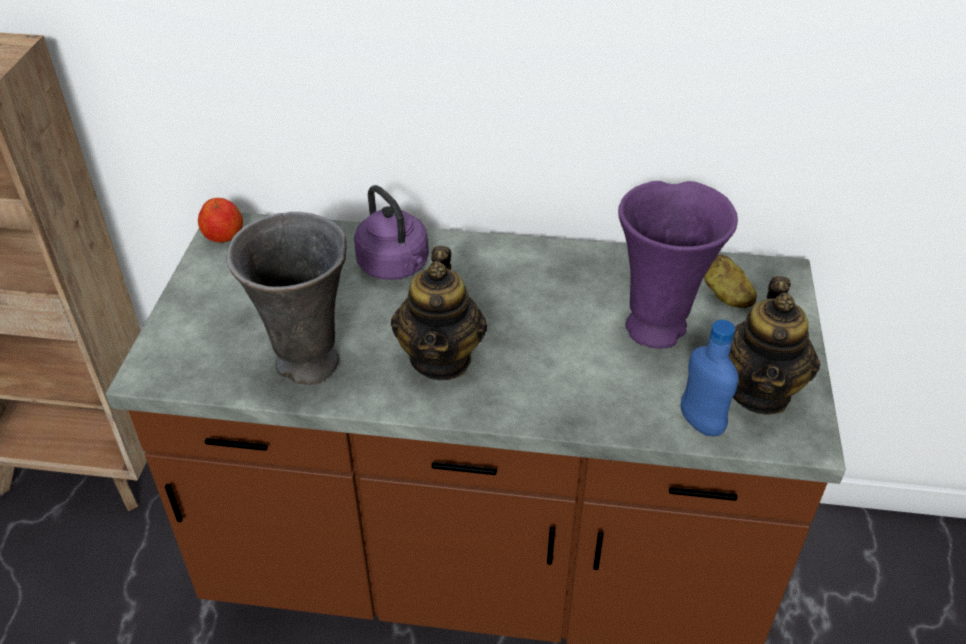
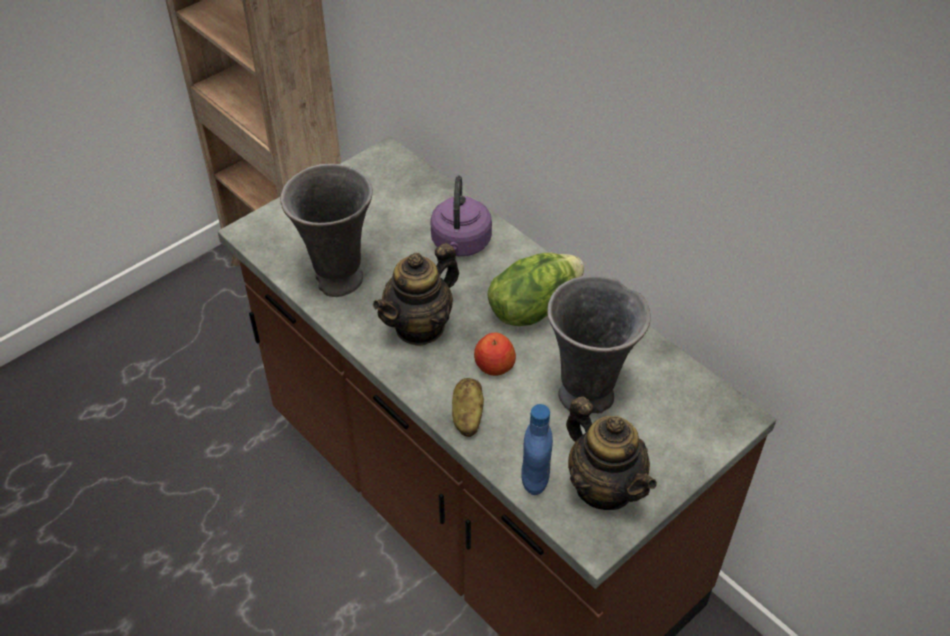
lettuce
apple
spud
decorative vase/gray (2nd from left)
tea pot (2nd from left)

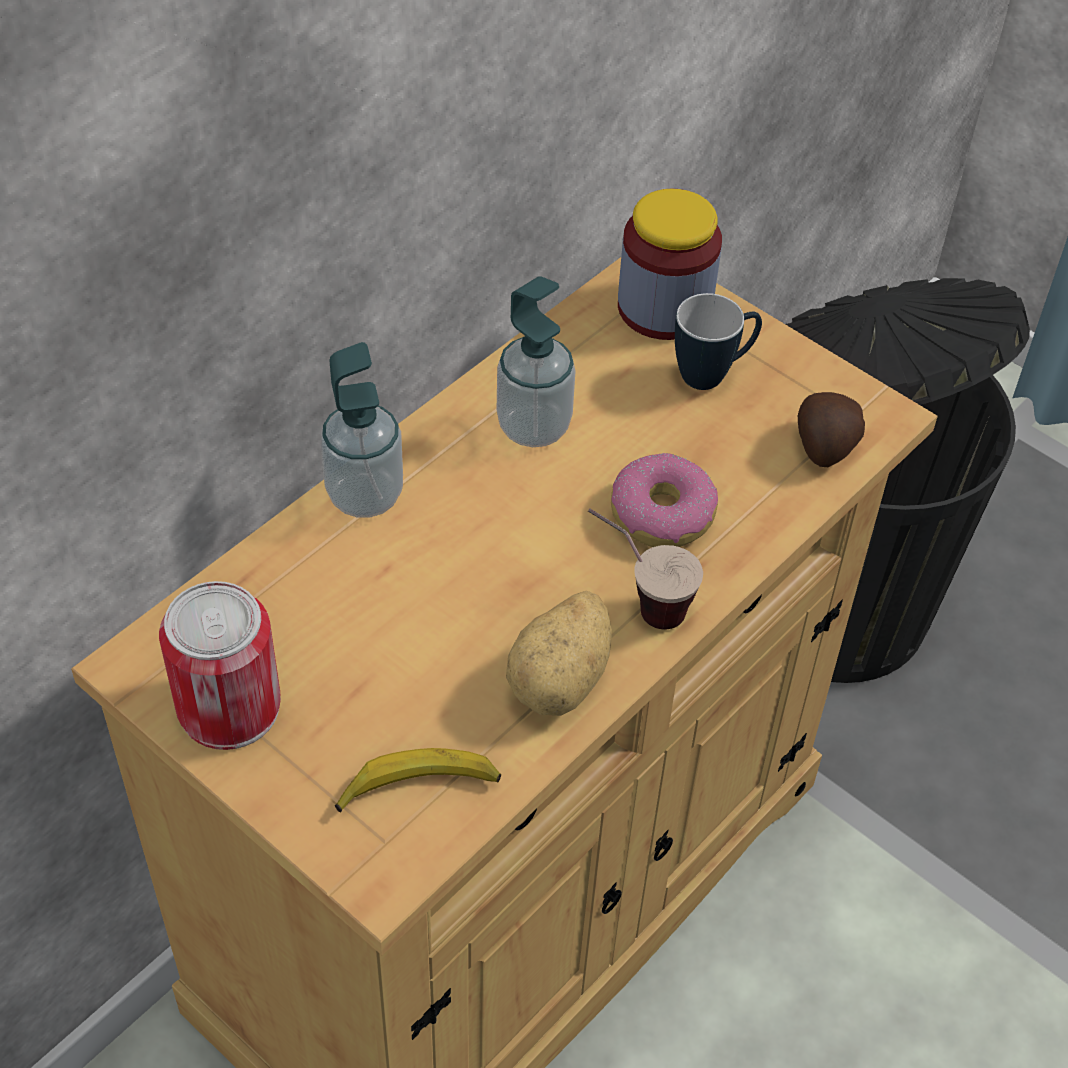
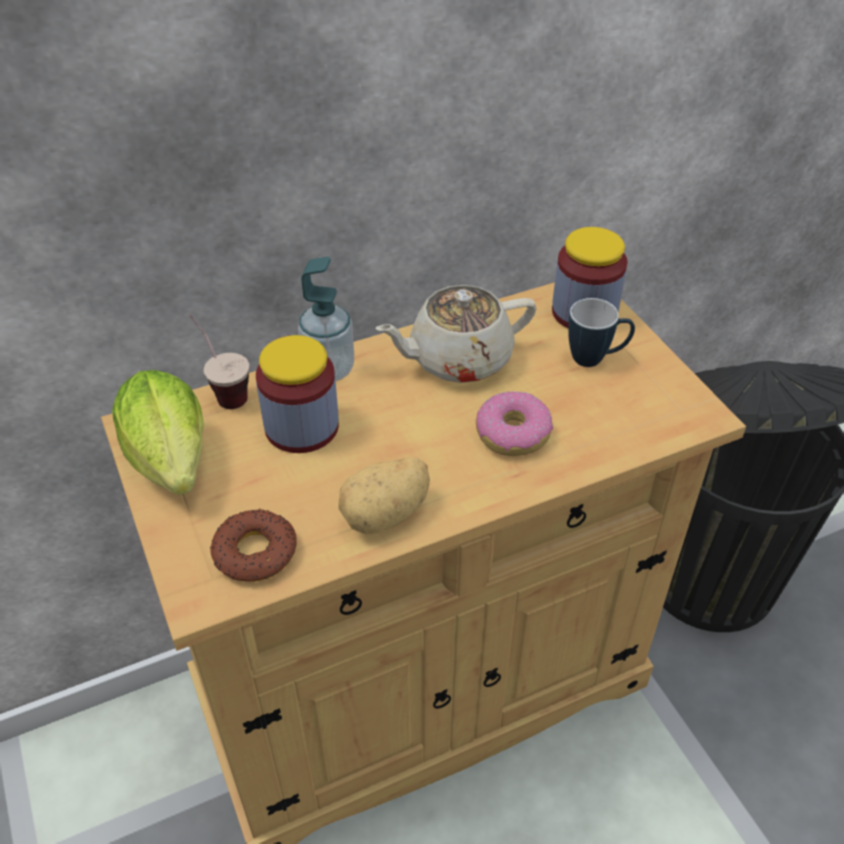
spud (2nd from left in the first image)
preserve jar (1st from left)
small cup
lettuce
doughnut (1st from left)
tea pot/beige

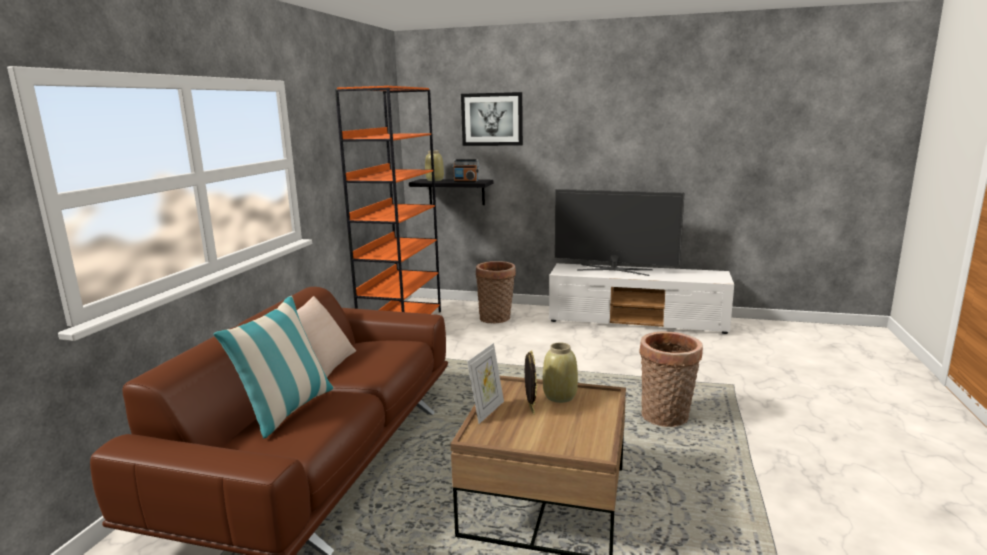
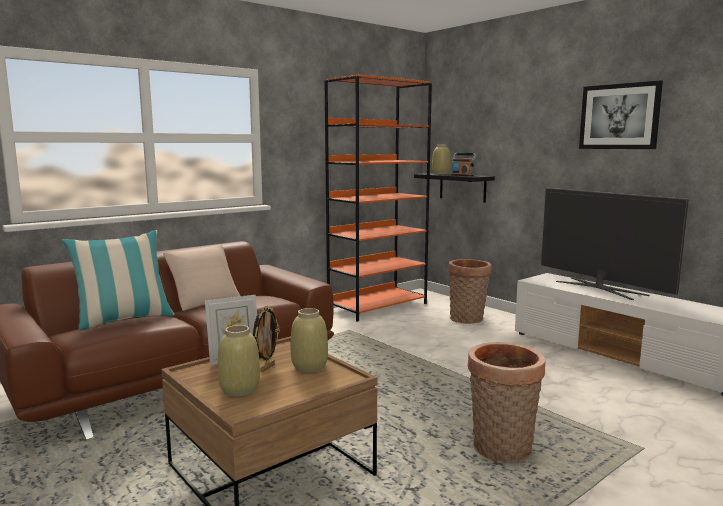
decorative vase/beige (1st from left)
wall art

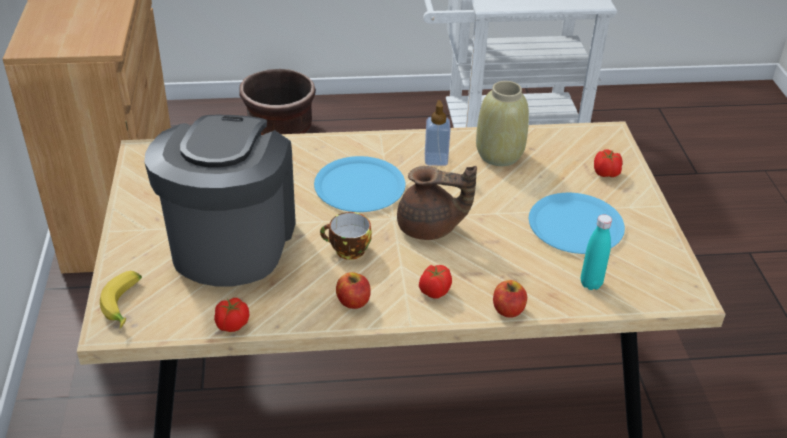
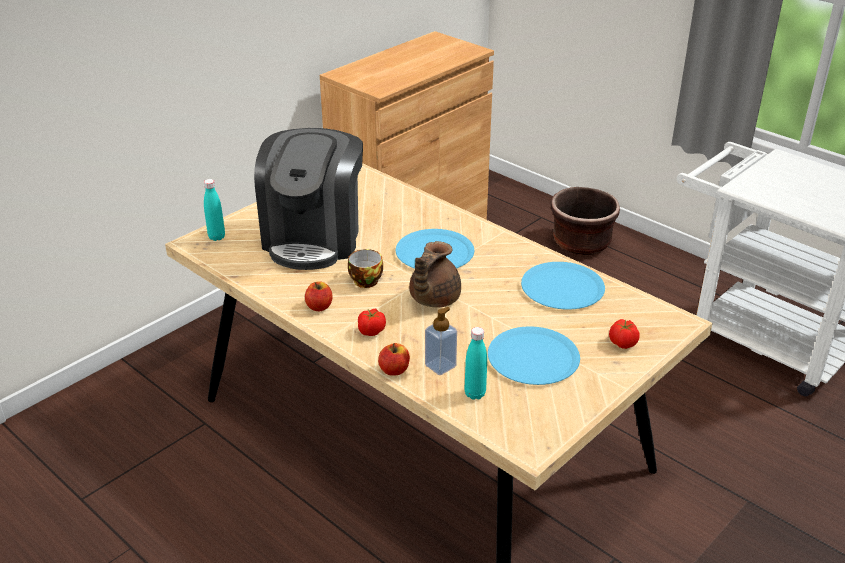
tomato (1st from left in the first image)
soap bottle
beverage bottle/turquoise (1st from left)
dinner plate/bluish (3rd from left)
coffee brewer
tea pot/brownish

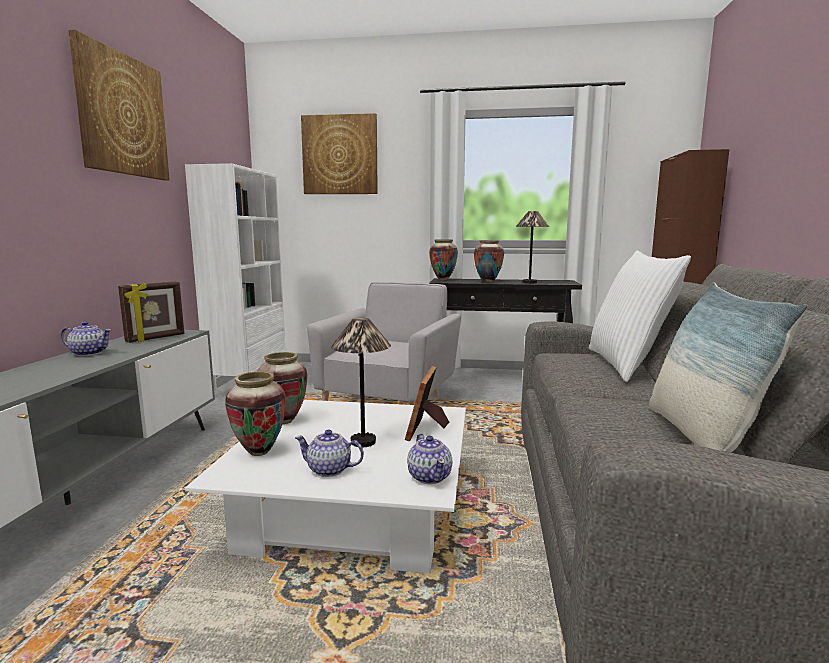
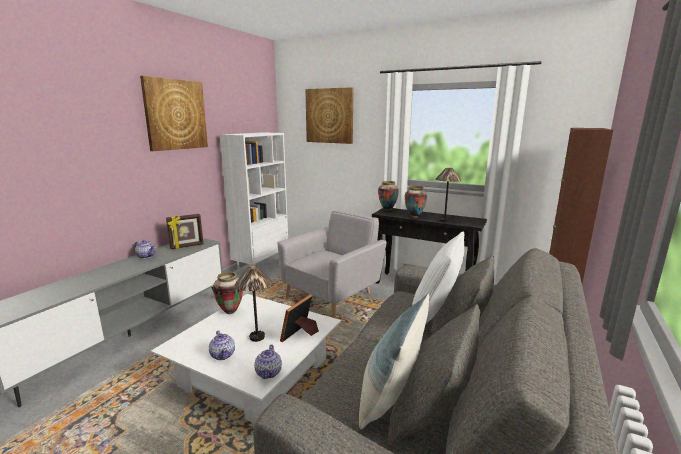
decorative vase (1st from left in the first image)
tea pot (2nd from left)

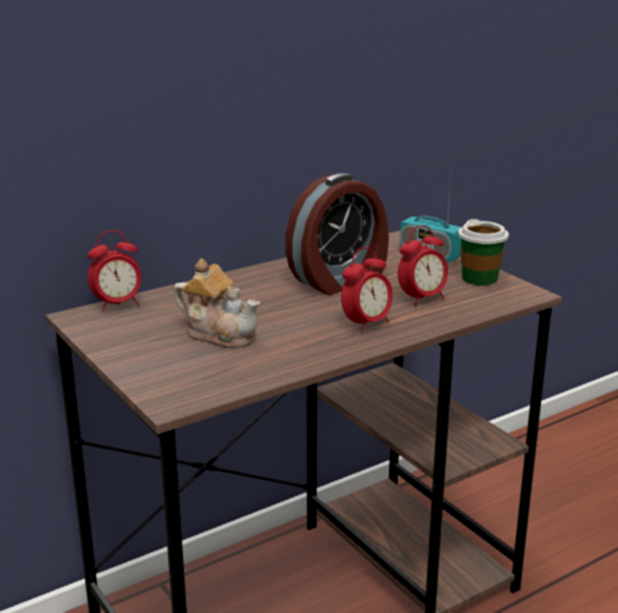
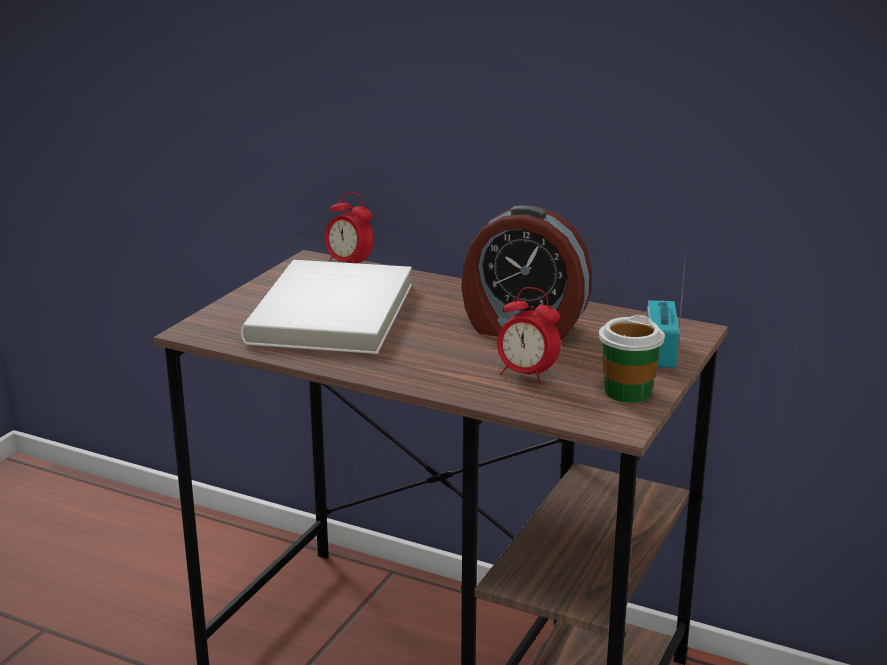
table clock (3rd from left in the first image)
volume/white-coloured

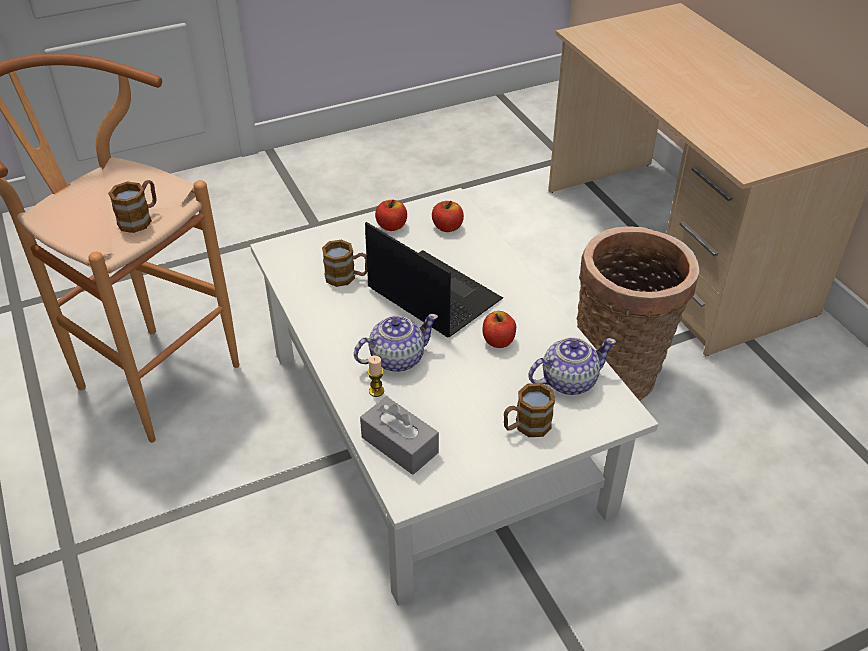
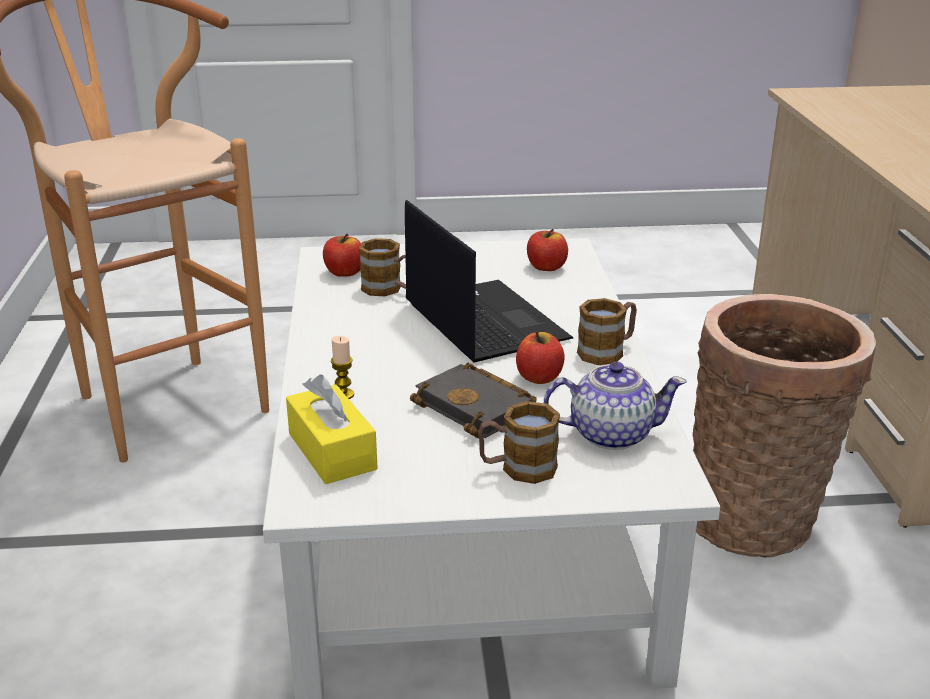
tea pot (1st from left in the first image)
volume/blackish
tea mug (3rd from left)
apple (1st from left)
tissue holder/yellow-coloured

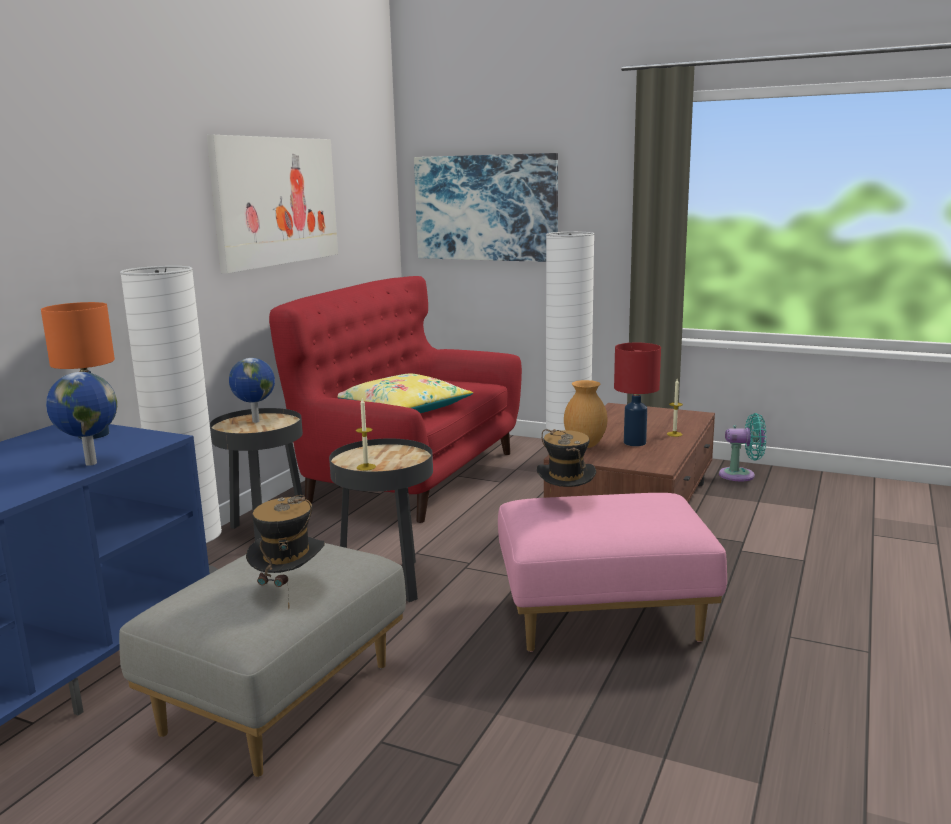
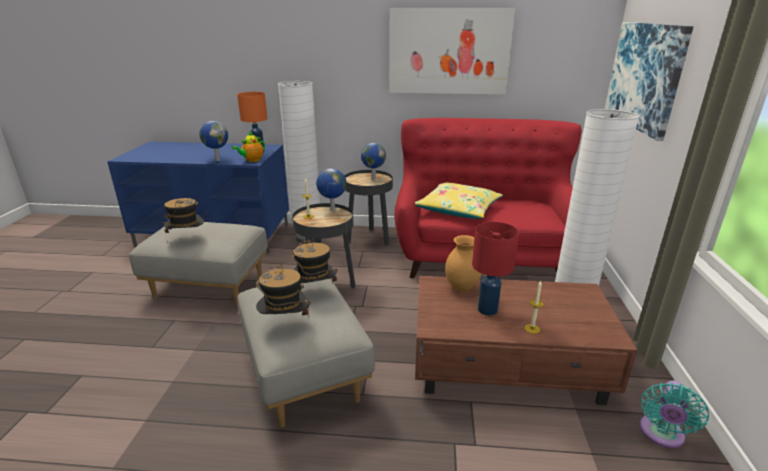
tea pot
hat (2nd from left)
world globe (2nd from left)
footrest/gray (2nd from left)
electric fan/turquoise

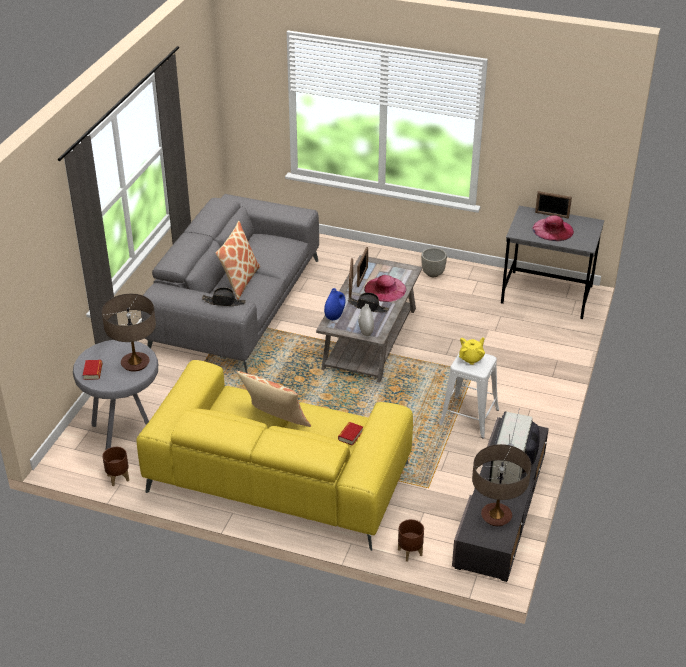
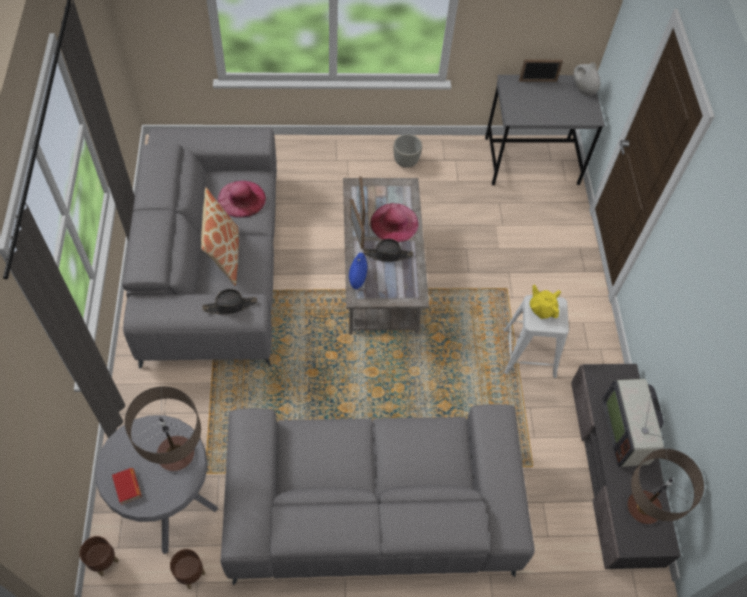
pillow (2nd from left in the first image)
volume (2nd from left in the first image)
decorative vase/white-coloured
planter/brownish (1st from left)
hat/pinkish (1st from left)
settee/gray (2nd from left)
tea pot/yellow-coloured

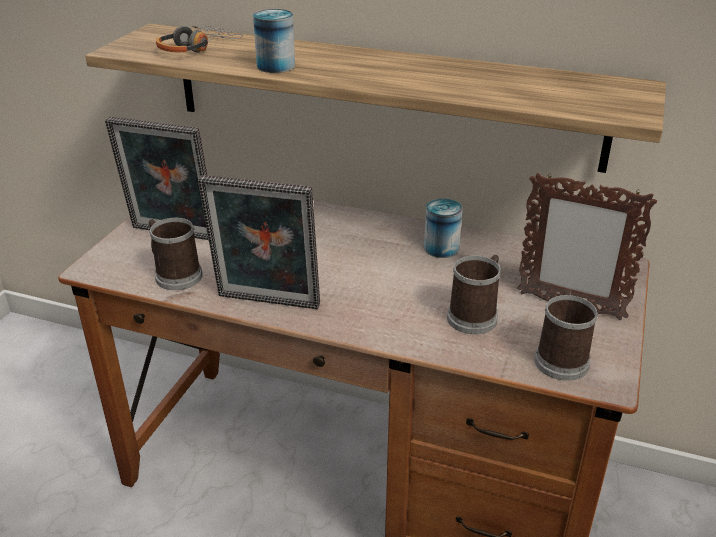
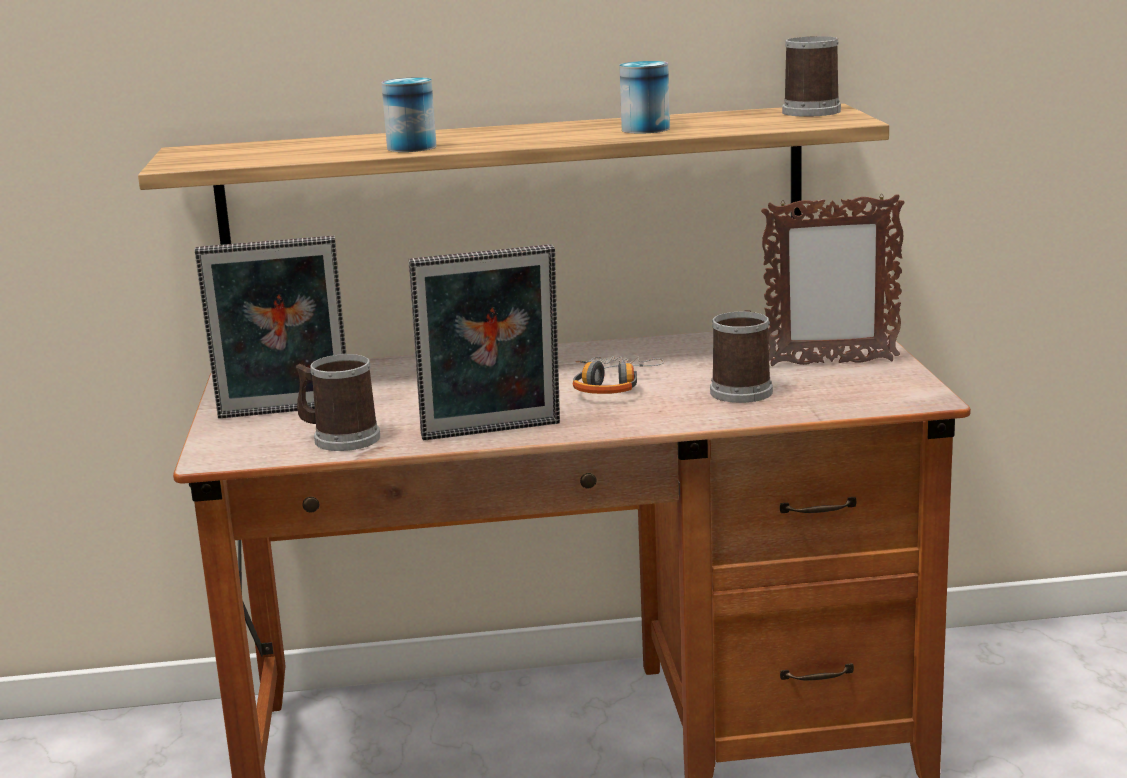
pair of headphones
sealed can (2nd from left)
tea mug (3rd from left)

